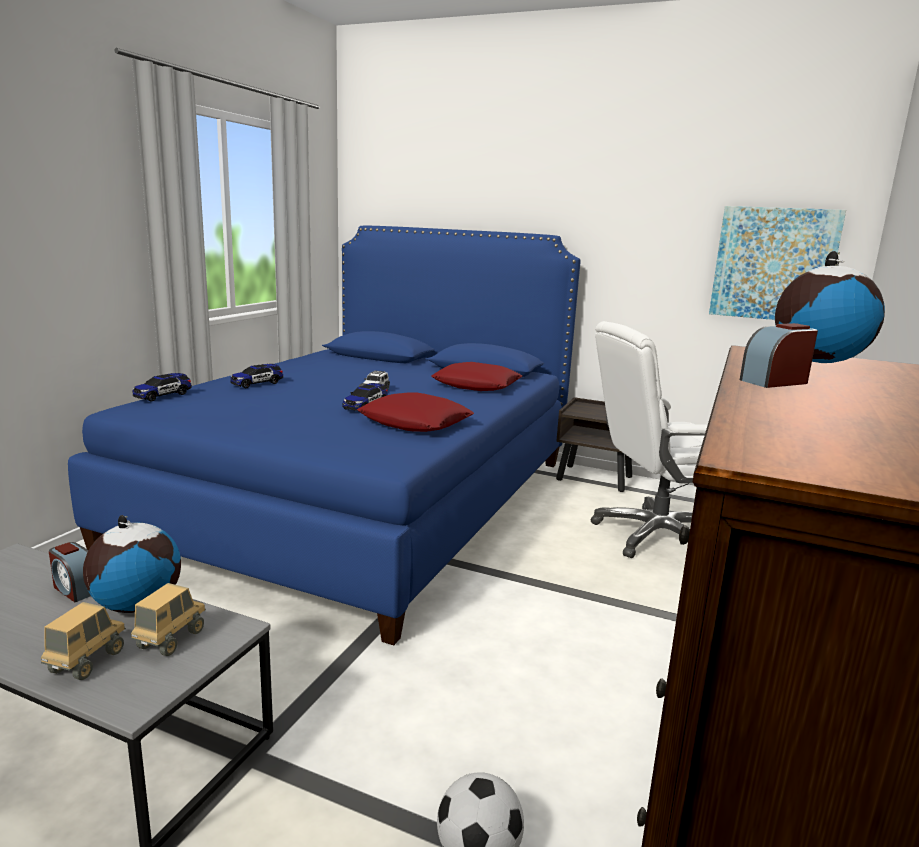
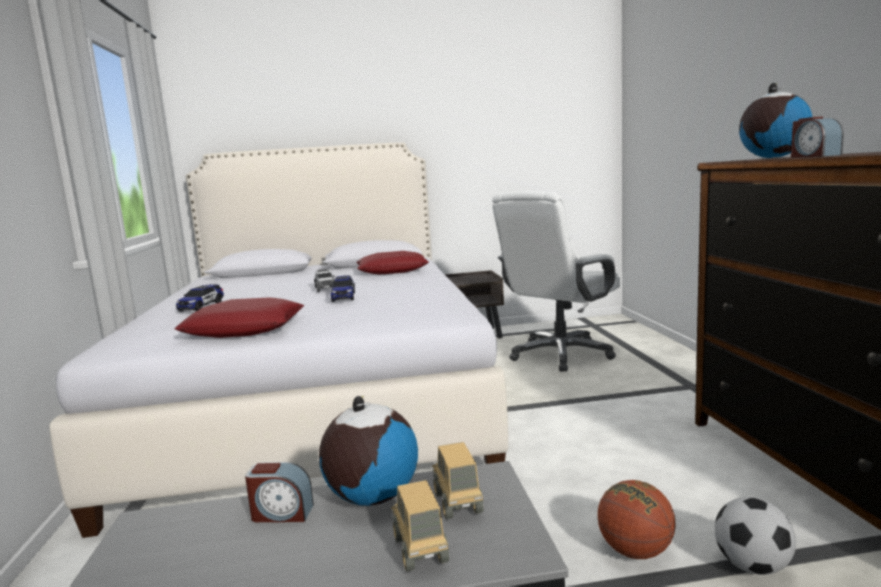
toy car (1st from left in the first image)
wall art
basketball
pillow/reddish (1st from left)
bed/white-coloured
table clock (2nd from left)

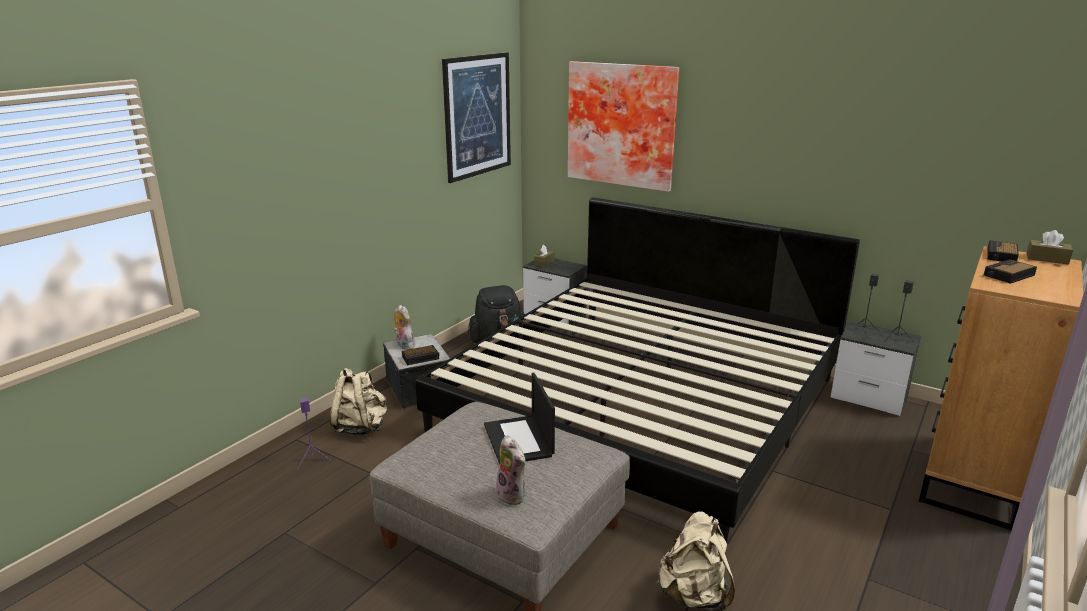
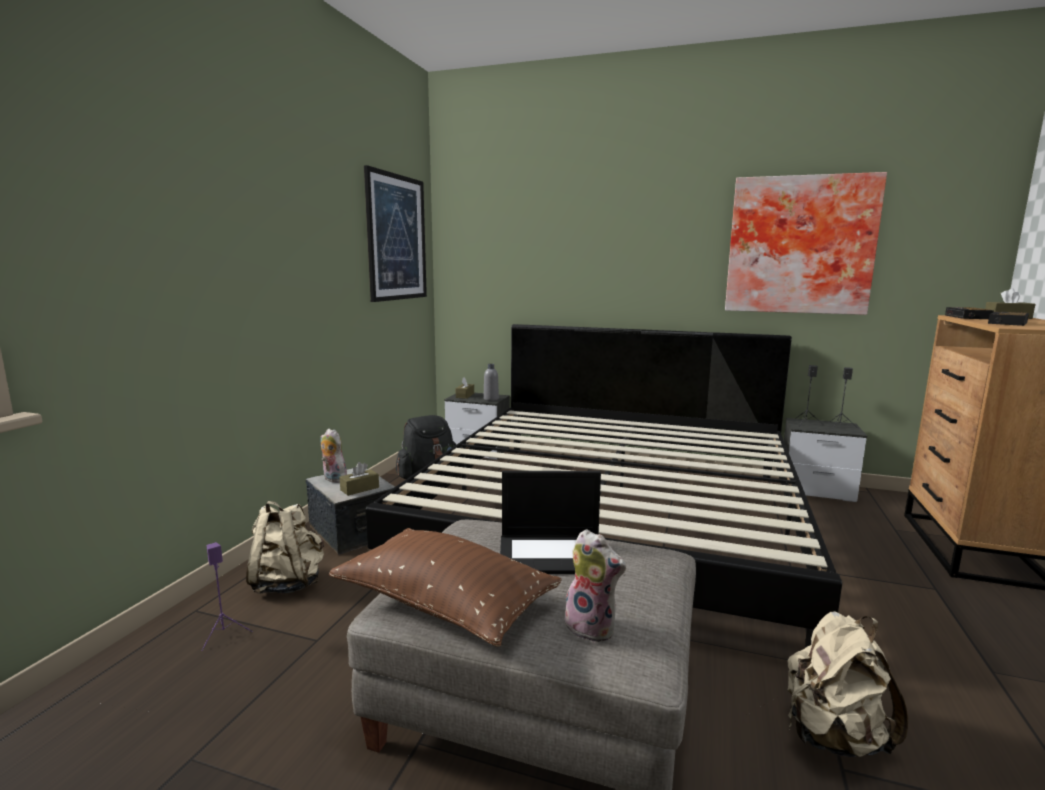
pillow/brownish
beverage bottle/gray
wall art (2nd from left)
tissue holder/brownish (1st from left)
portable computer

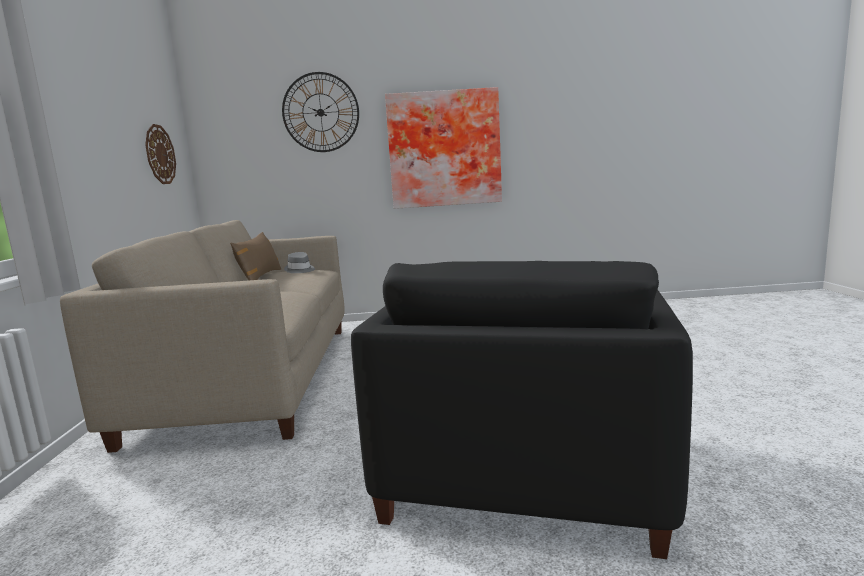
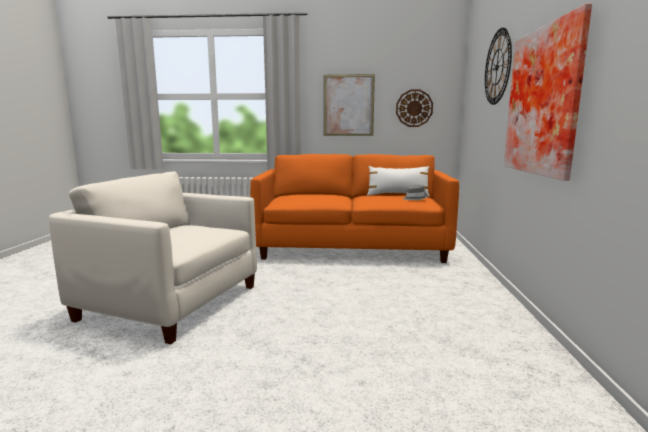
wall art (1st from left)
settee/orange
pillow/white-coloured
easy chair/white-coloured

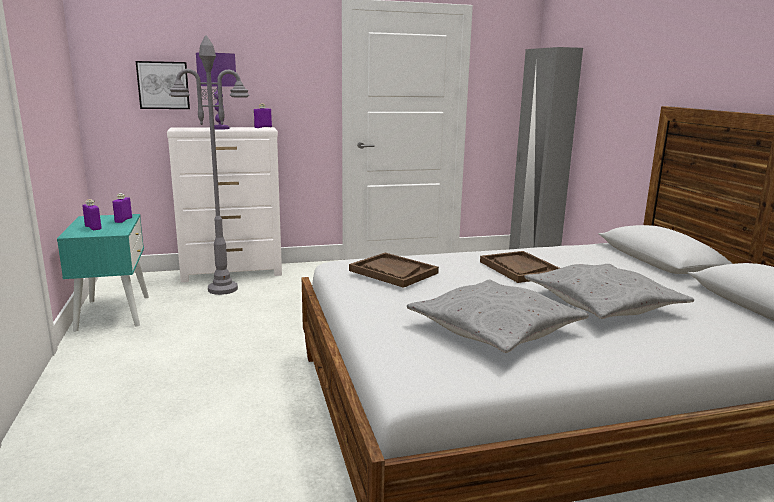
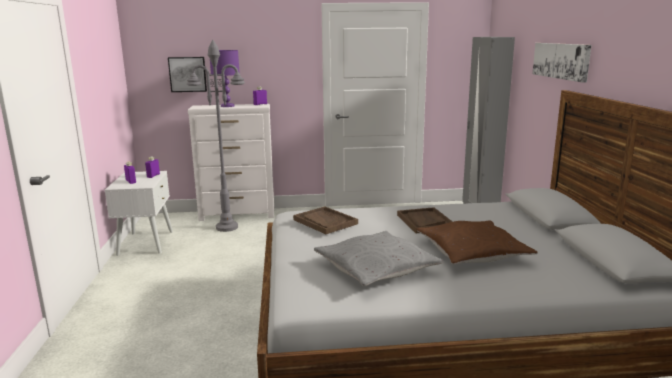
wall art (2nd from left)
night table/white-coloured
pillow/brownish

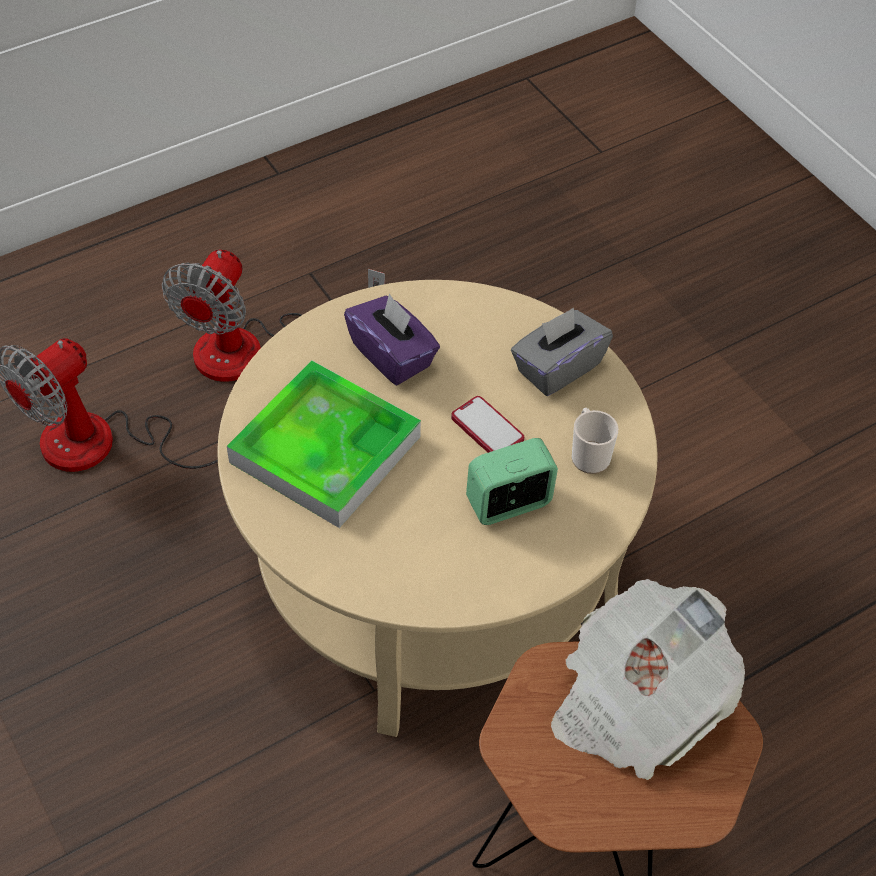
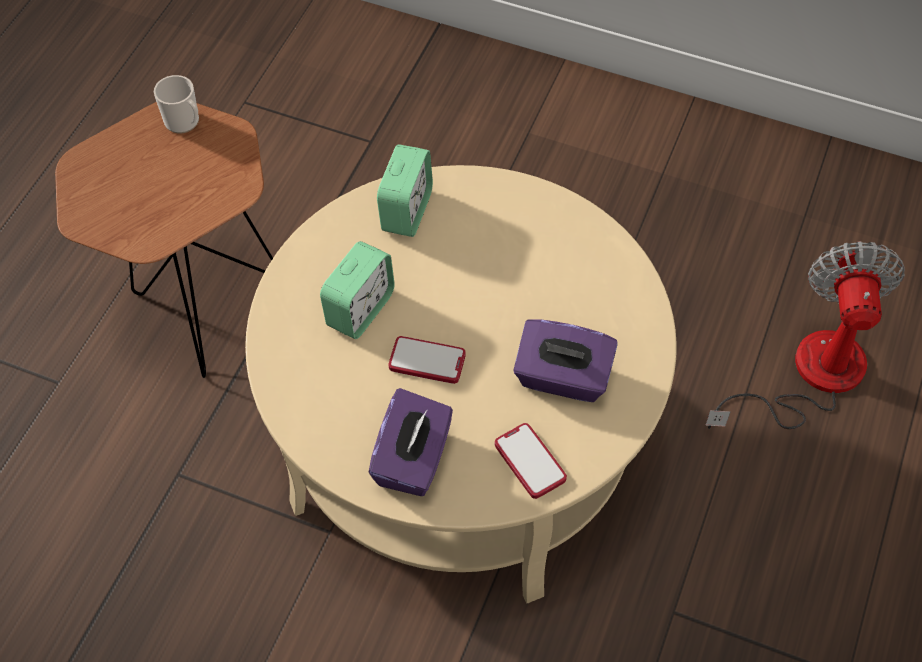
electric fan (2nd from left in the first image)
serving tray
printed paper
table clock (2nd from left)
telephone (2nd from left)
tea mug
tissue holder/purple (1st from left)

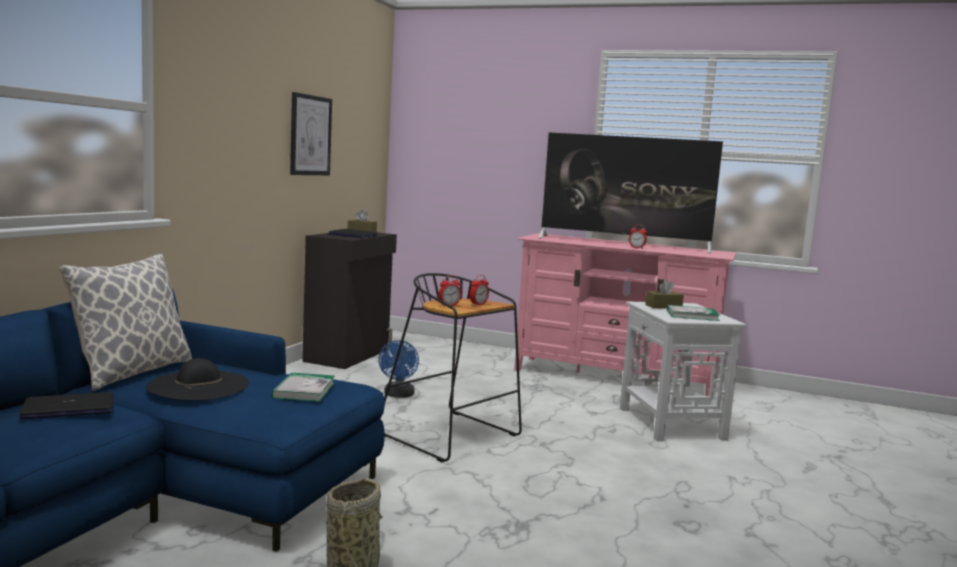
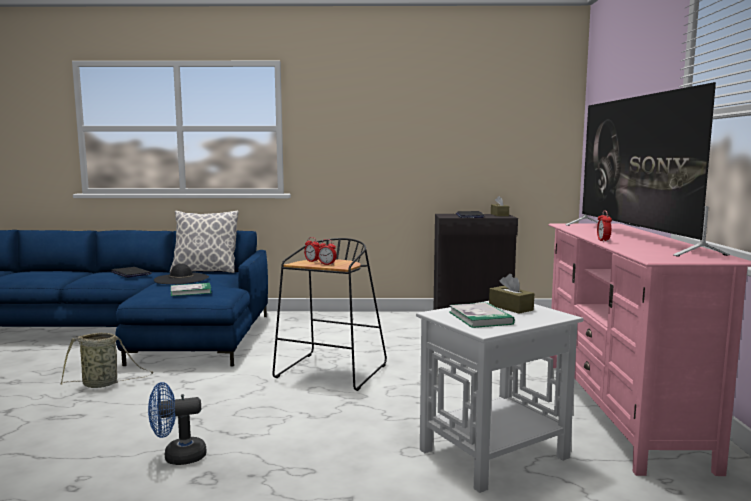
wall art
electric fan/bluish

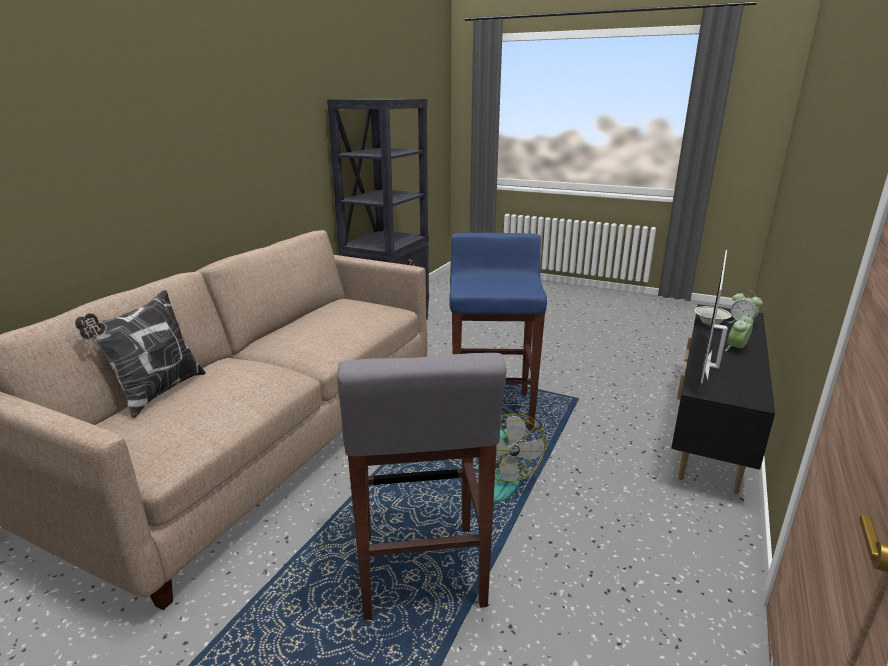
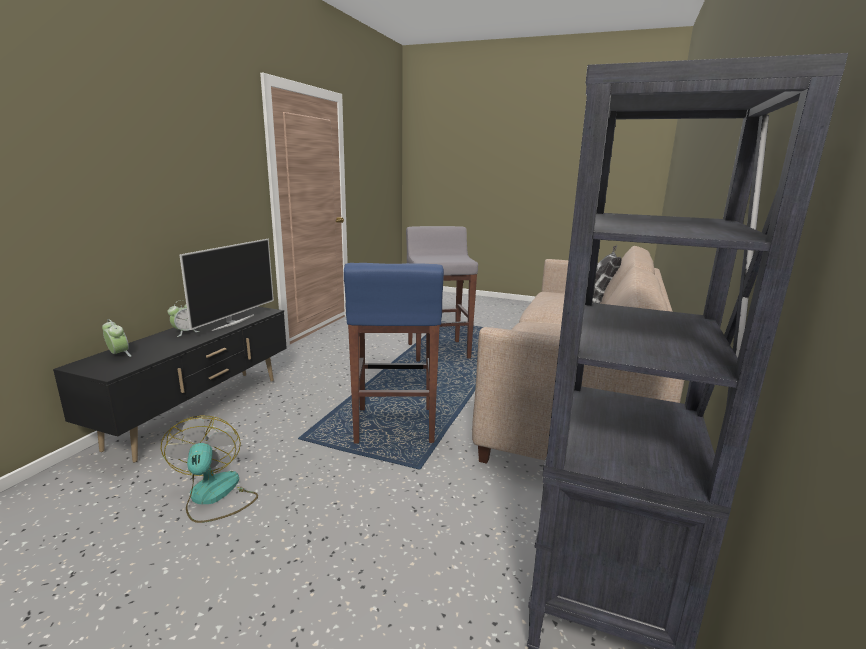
serving bowl/white-coloured
electric fan

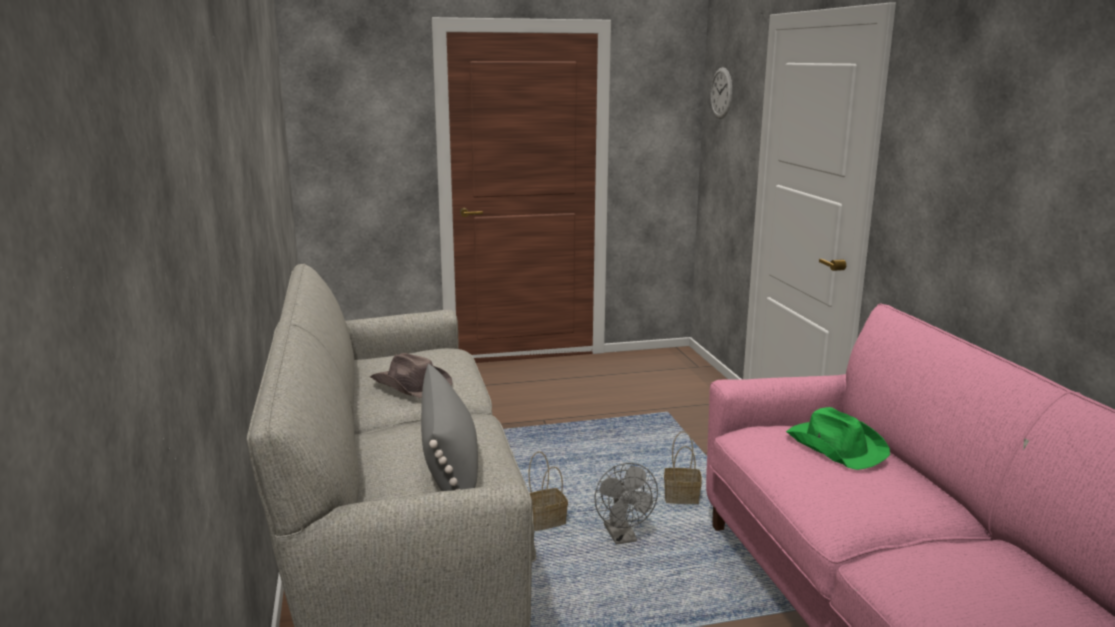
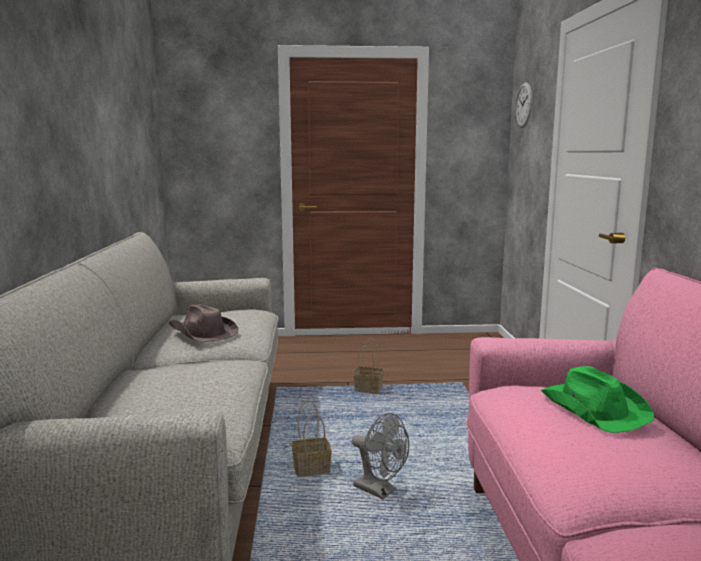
pillow/gray
household basket (2nd from left)
electric fan/gray

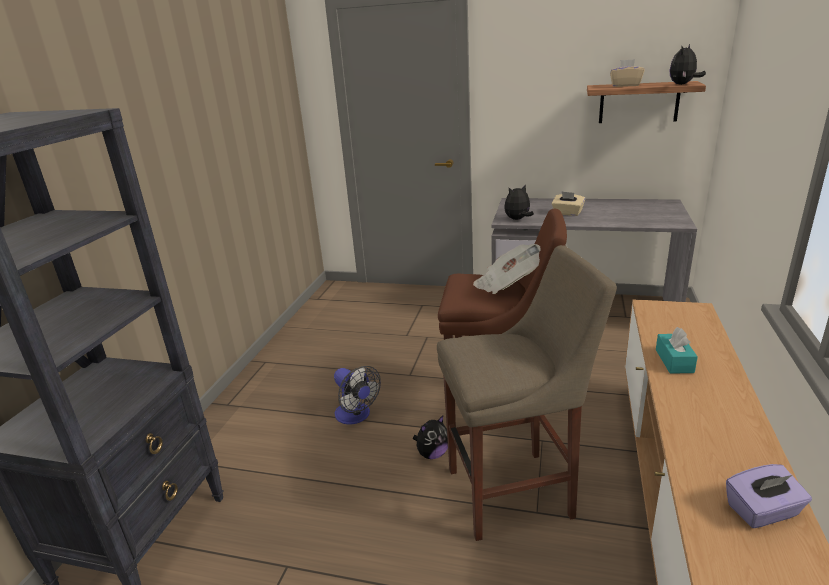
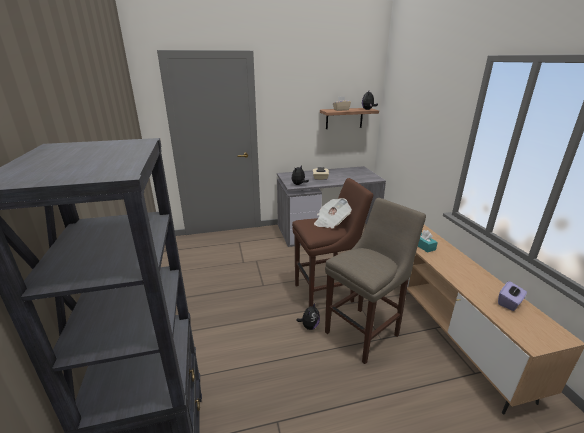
electric fan

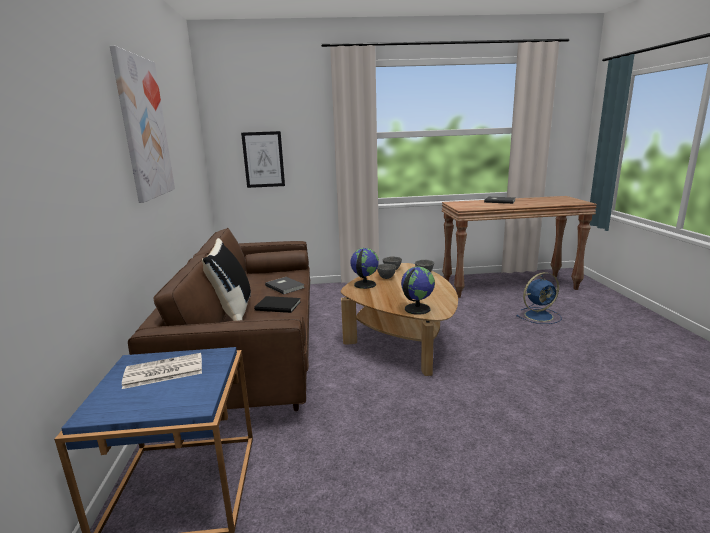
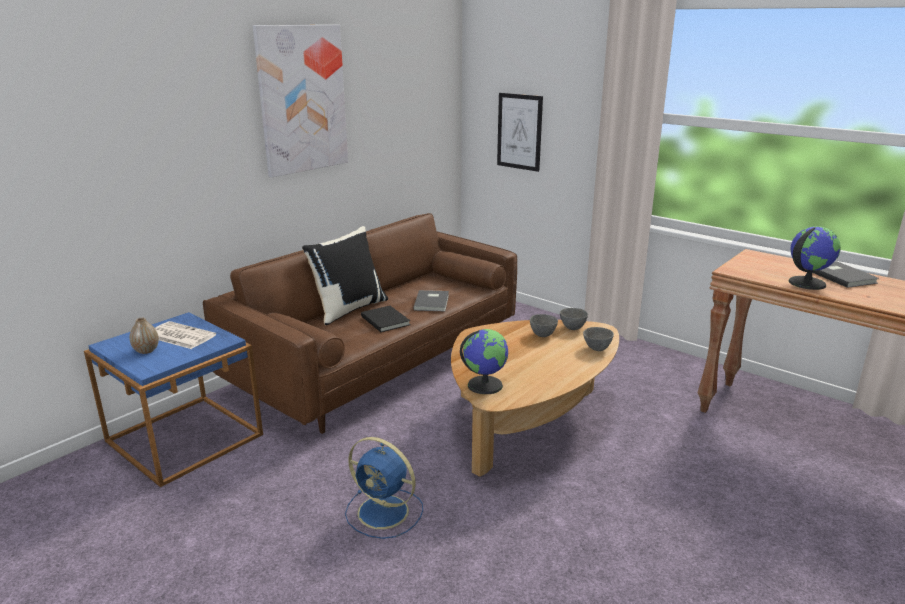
decorative vase
world globe (2nd from left)
electric fan/bluish

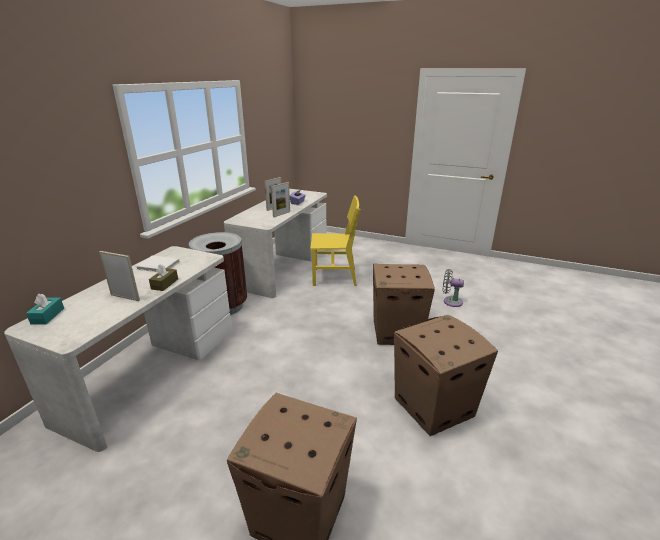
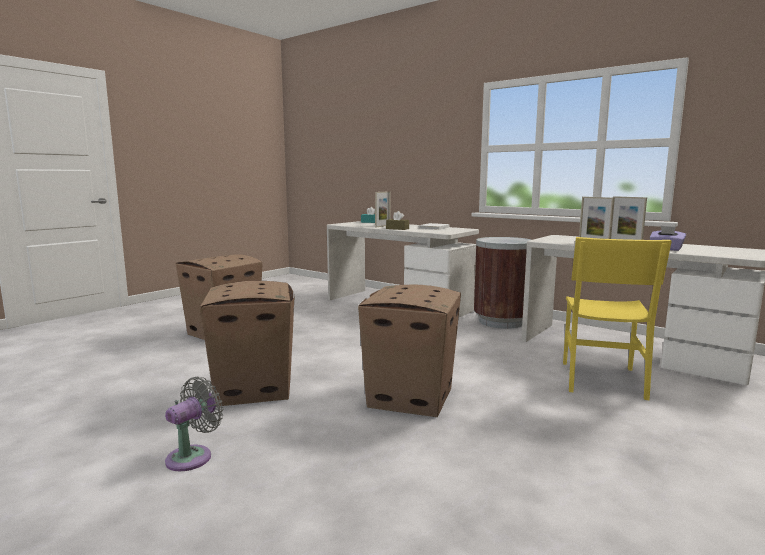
electric fan/gray

